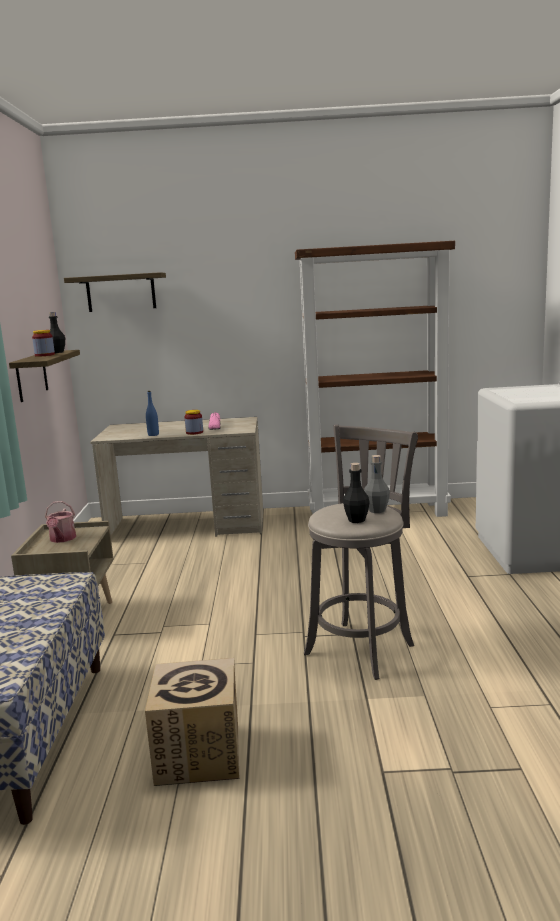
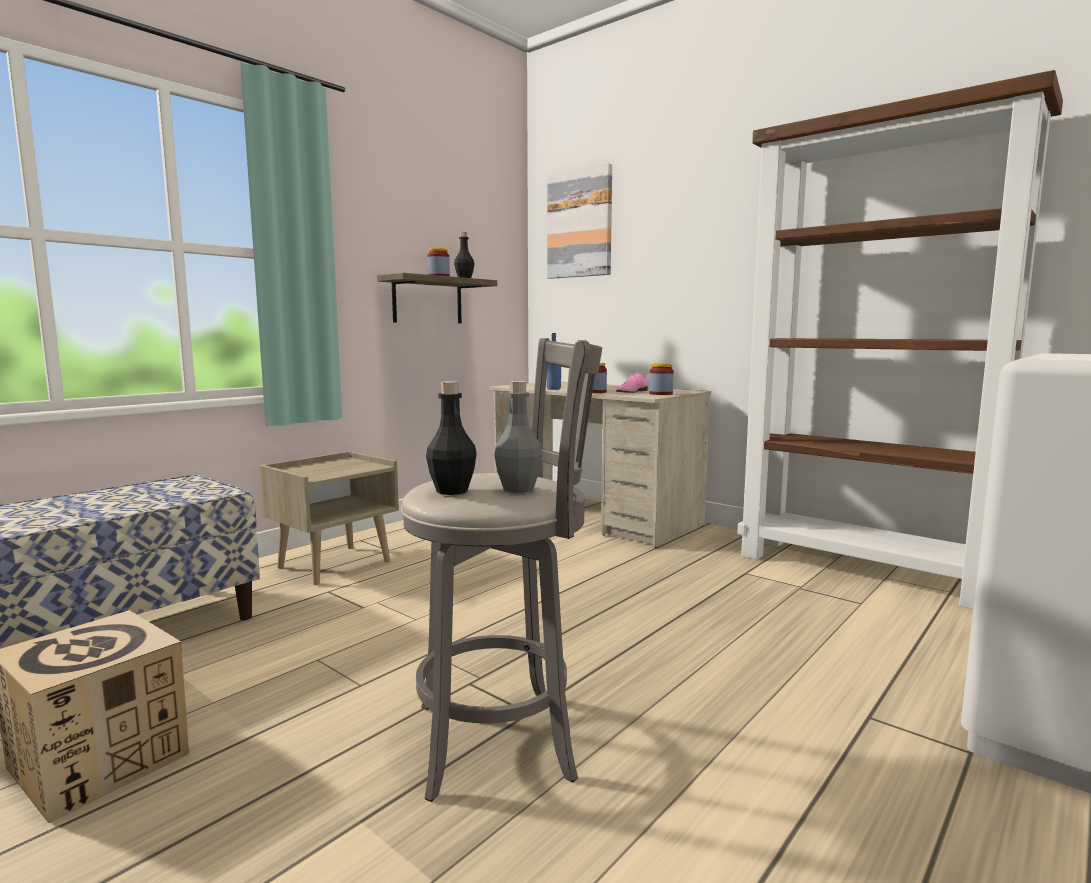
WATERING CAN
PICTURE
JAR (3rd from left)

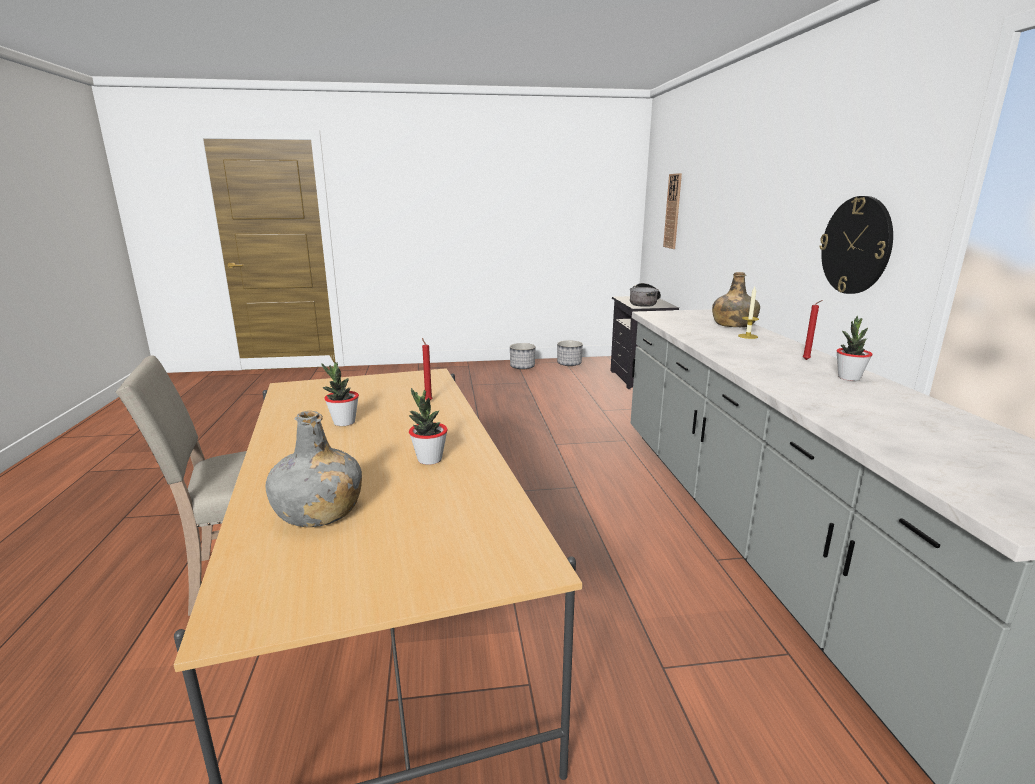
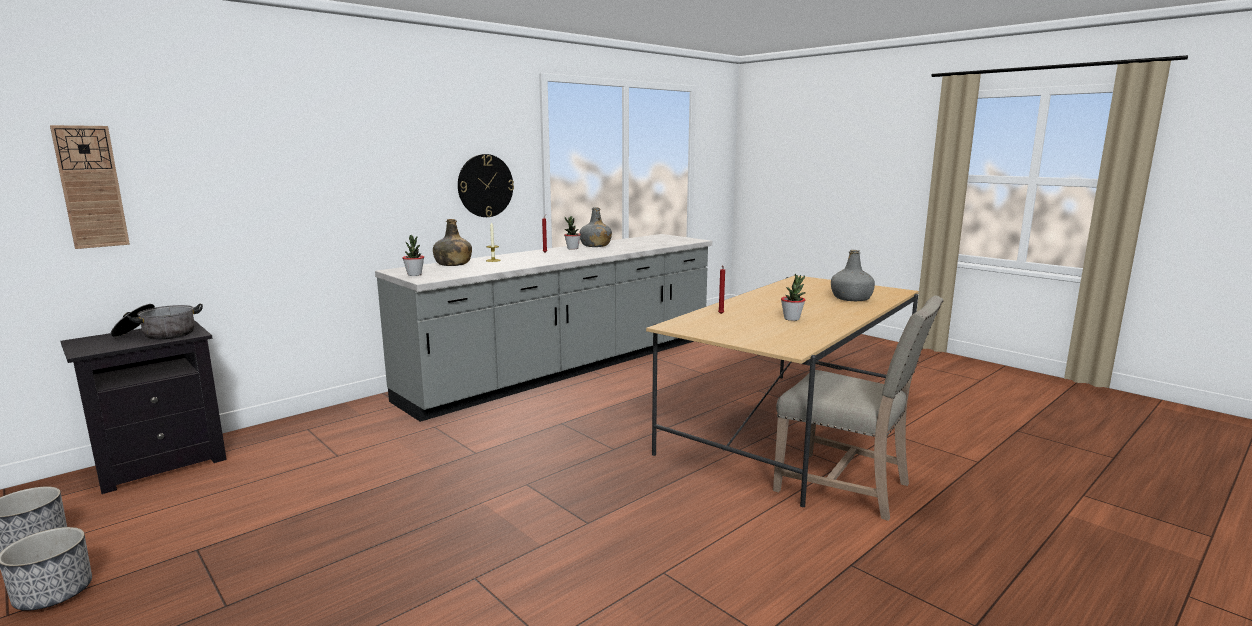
POTTED PLANT (1st from left)
GREY BOTTLE (1st from left)

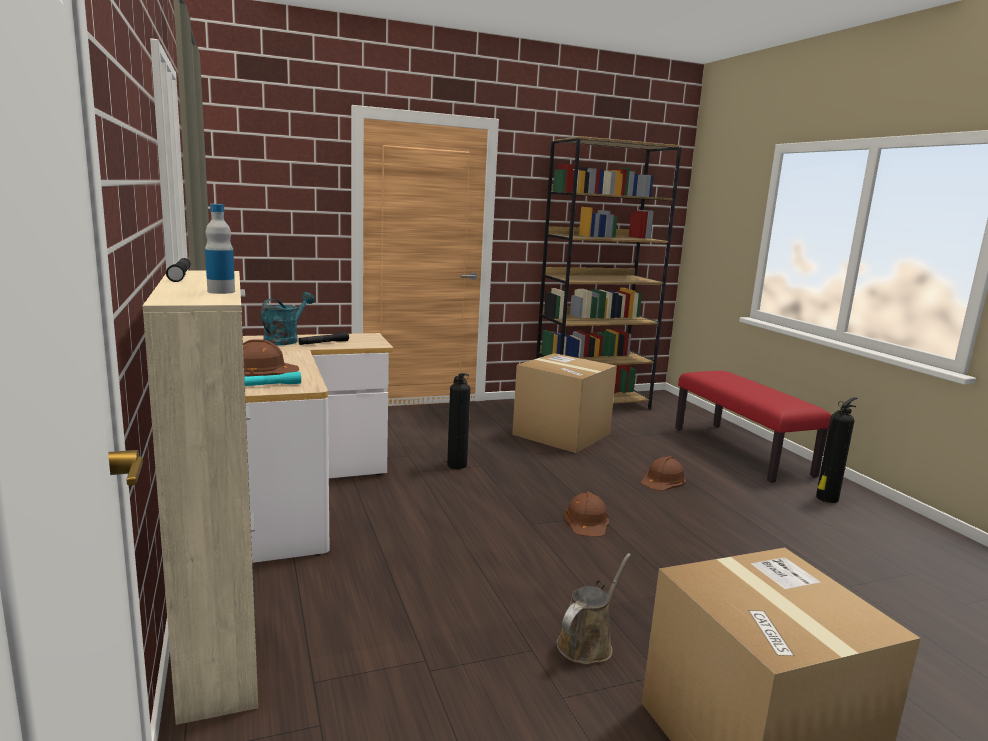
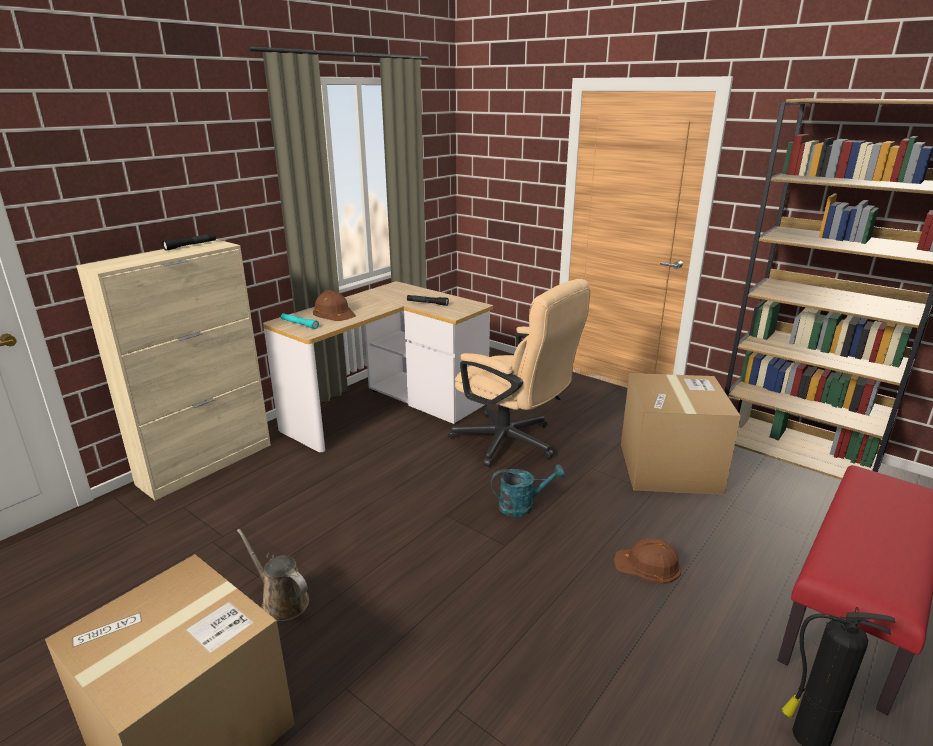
BOTTLE
TURQUOISE WATERING CAN
BEIGE OFFICE CHAIR
BROWN WATERING CAN
BROWN HARD HAT (2nd from left in the first image)

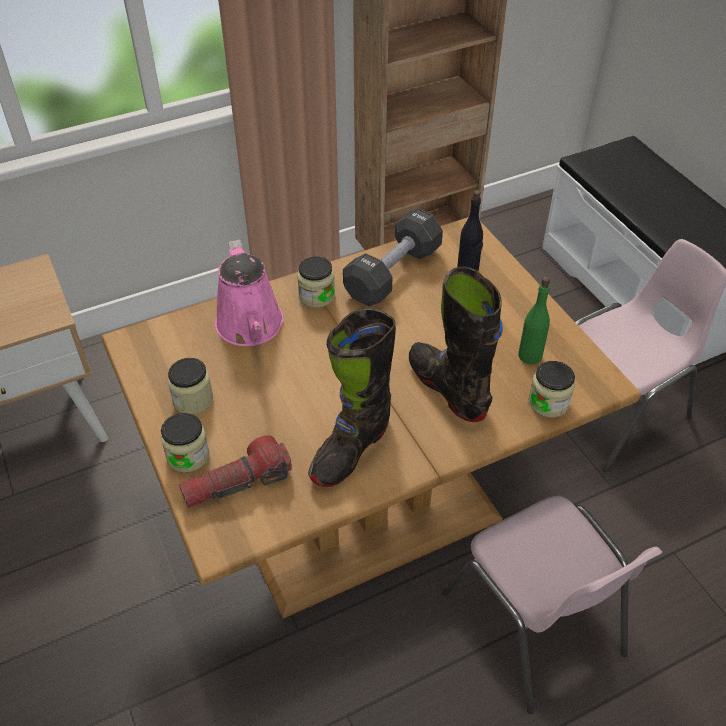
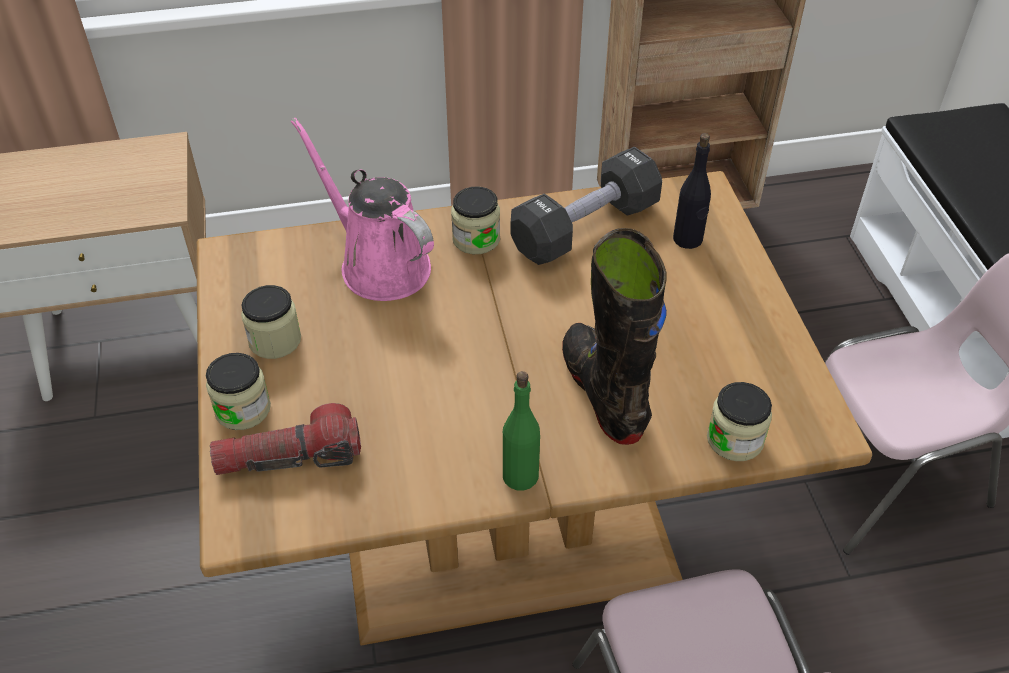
PINK WATERING CAN
BLACK BOOT (1st from left in the first image)
GREEN BOTTLE

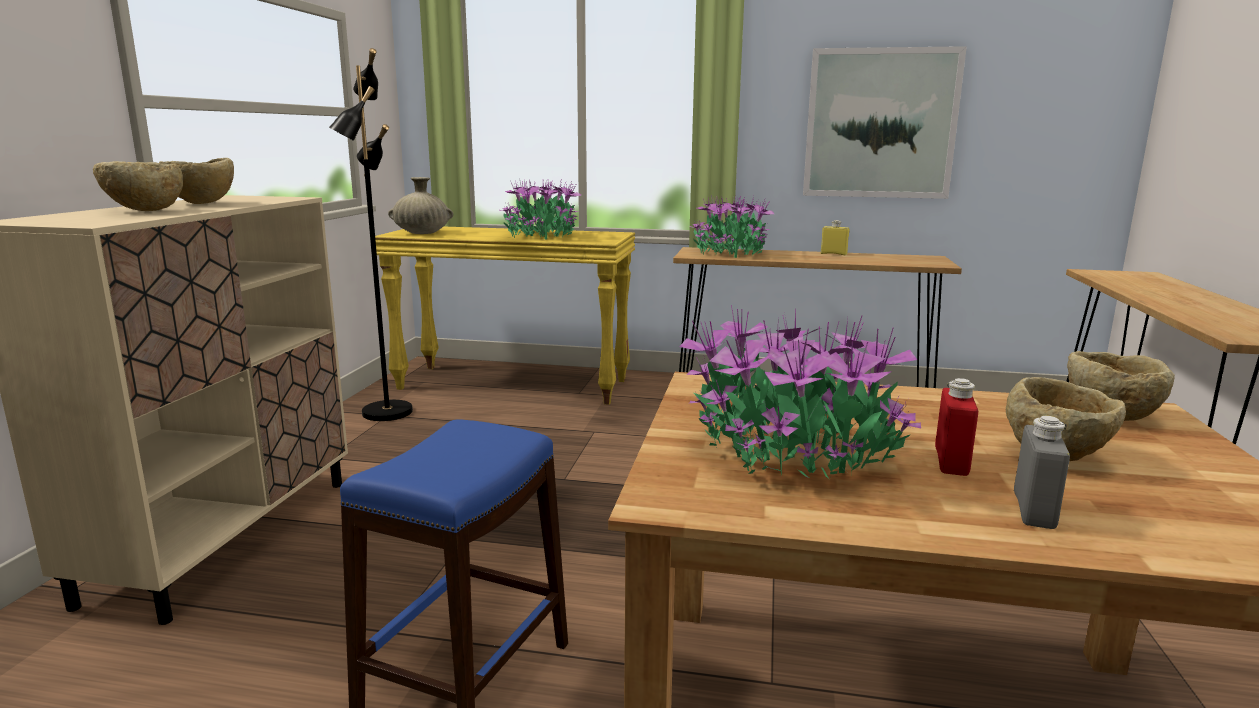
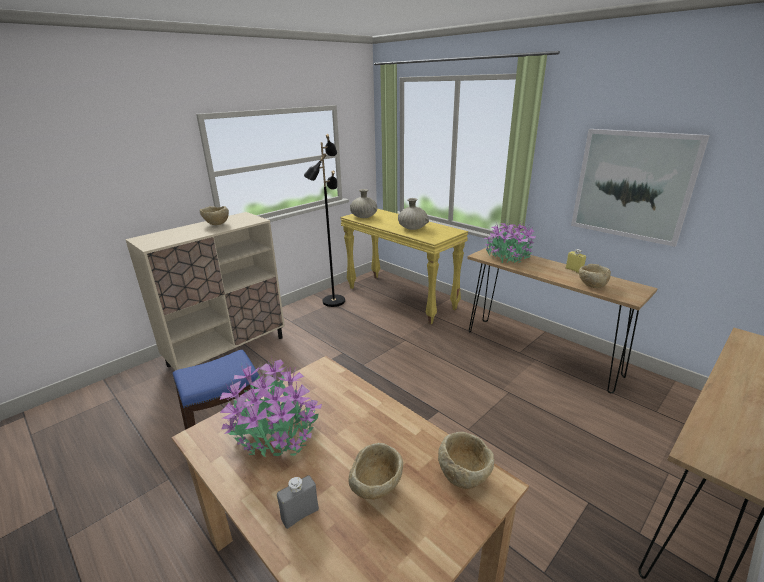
BEIGE BOWL (4th from left)
BEIGE VASE (2nd from left)
RED BOTTLE

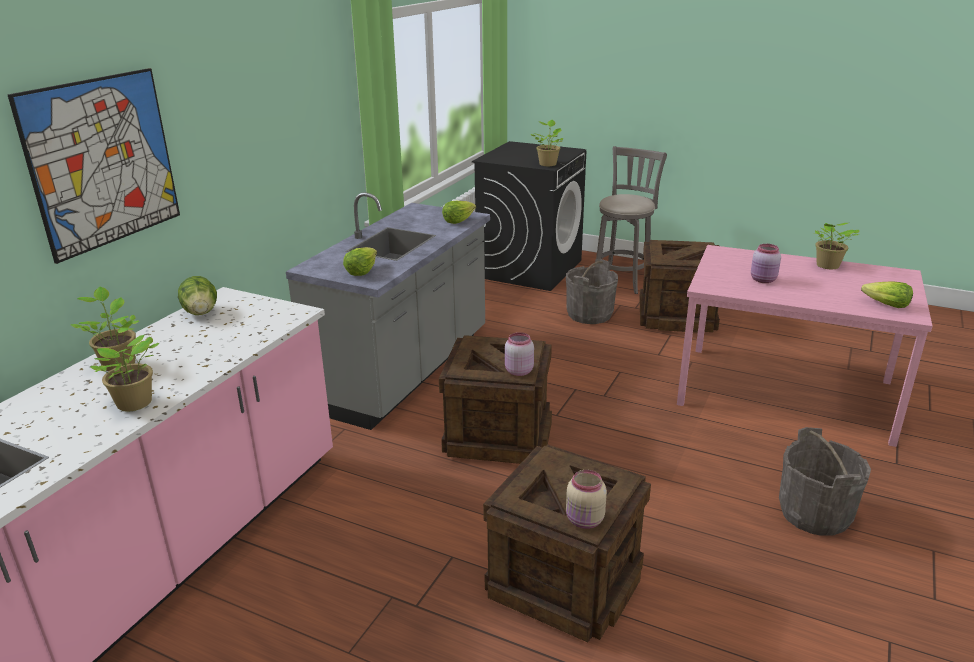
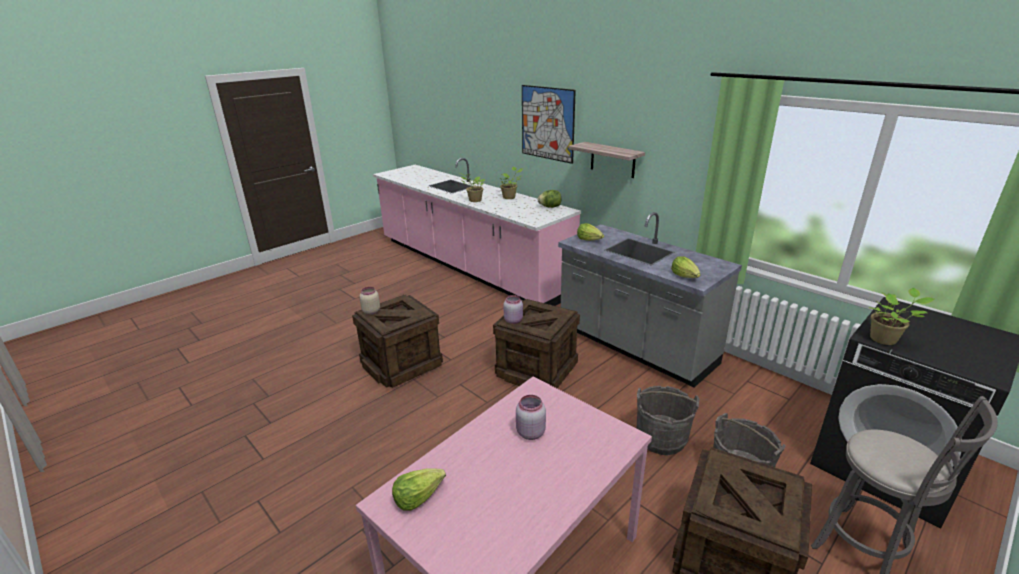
GREY BUCKET (1st from left)
POTTED PLANT (4th from left in the first image)
SHELF

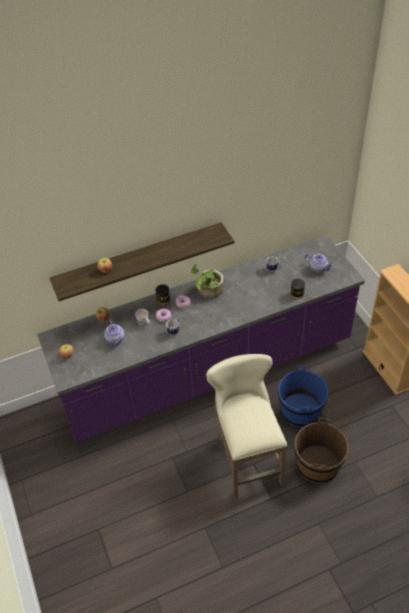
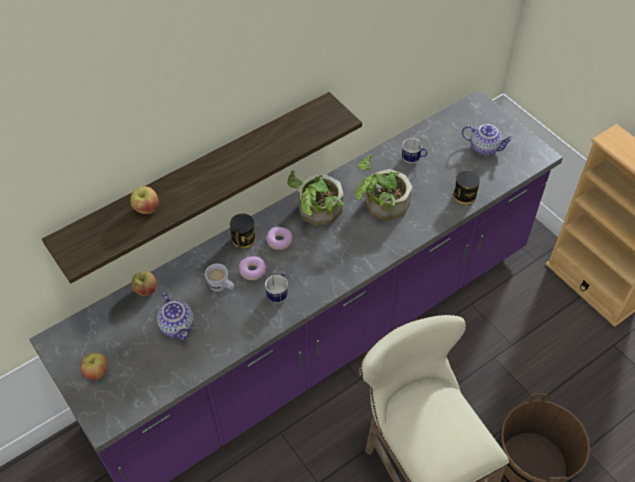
BLUE BUCKET
POTTED PLANT (2nd from left)

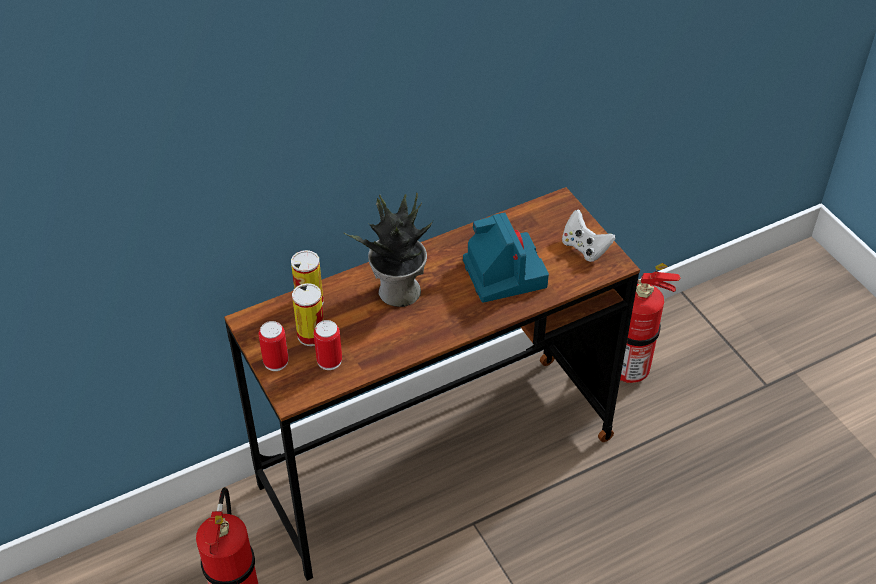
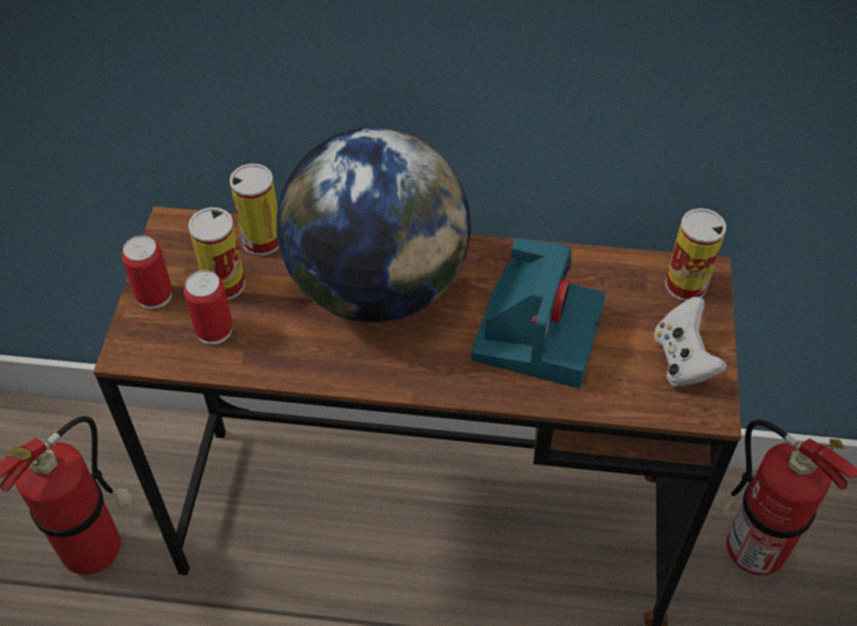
GLOBE
CAN (5th from left)

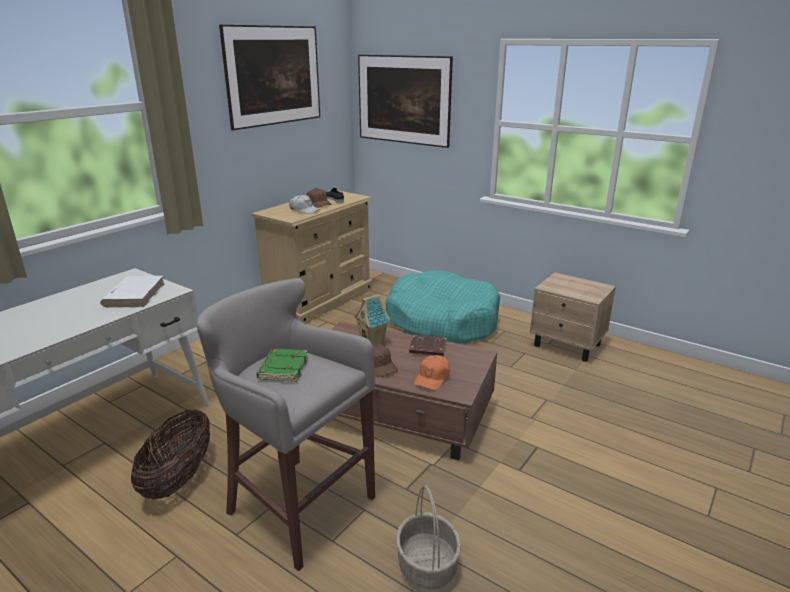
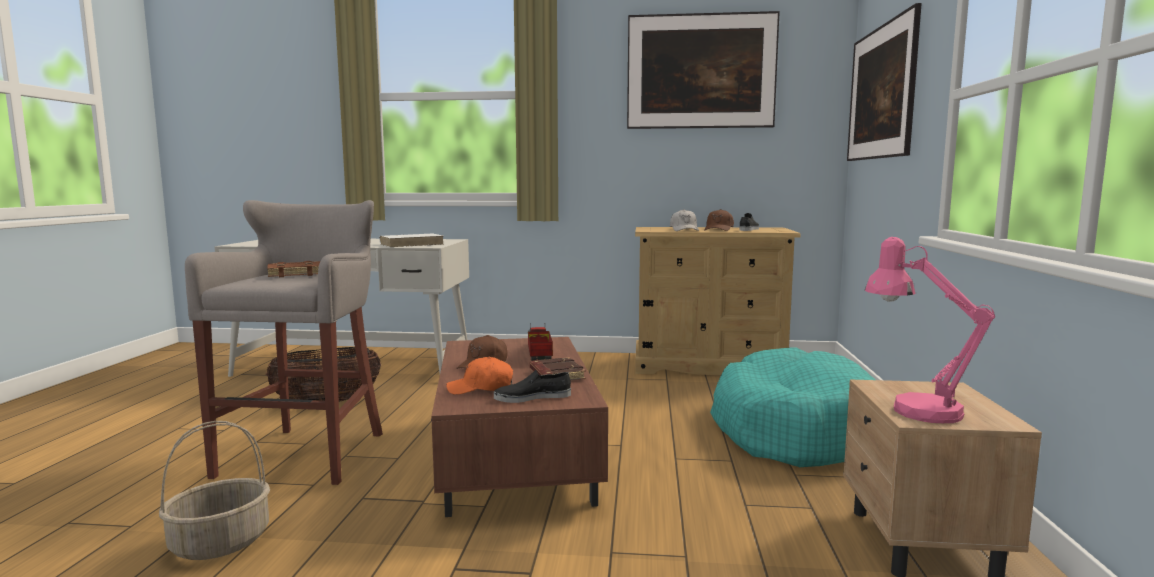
BROWN BOOK (1st from left)
TOY TRUCK
BLACK SHOE (1st from left)
PINK TABLE LAMP

